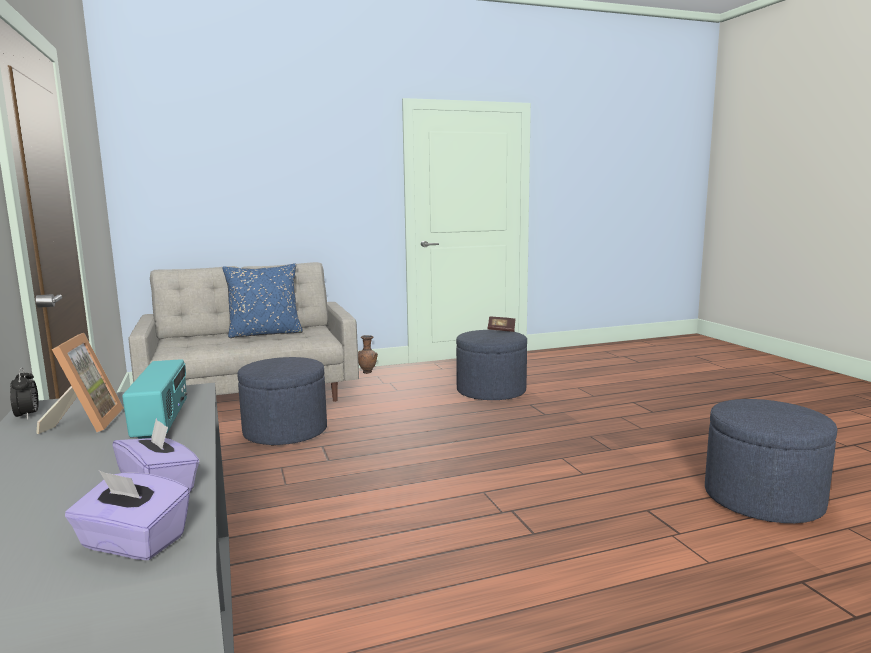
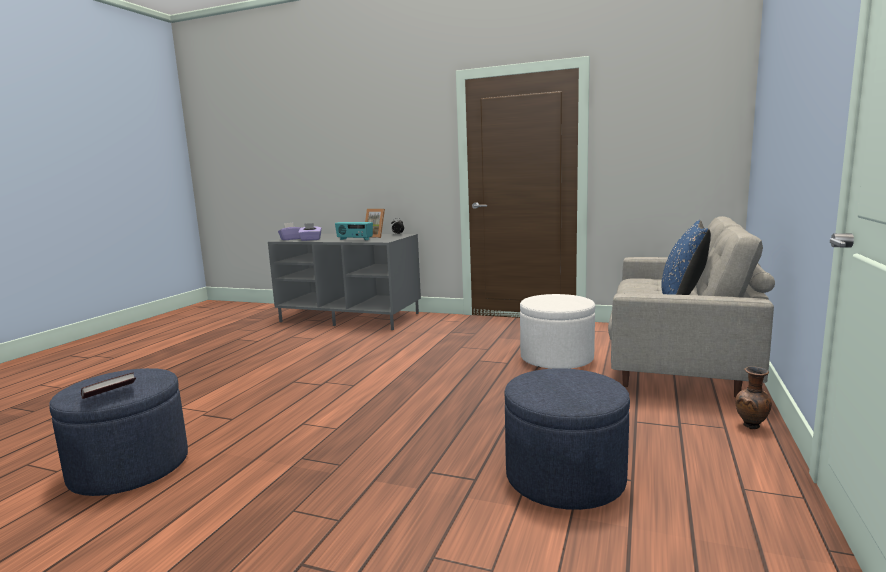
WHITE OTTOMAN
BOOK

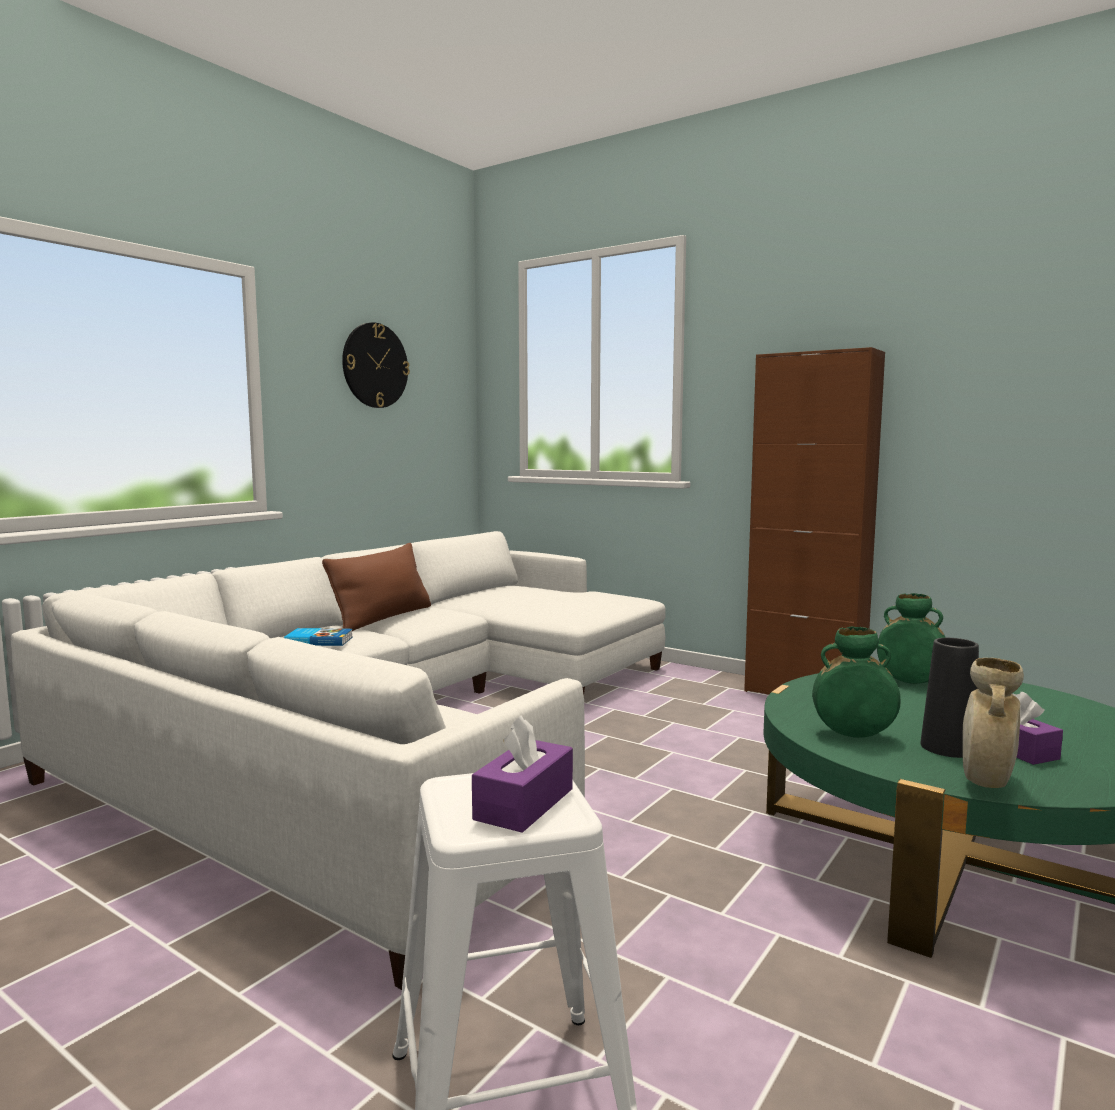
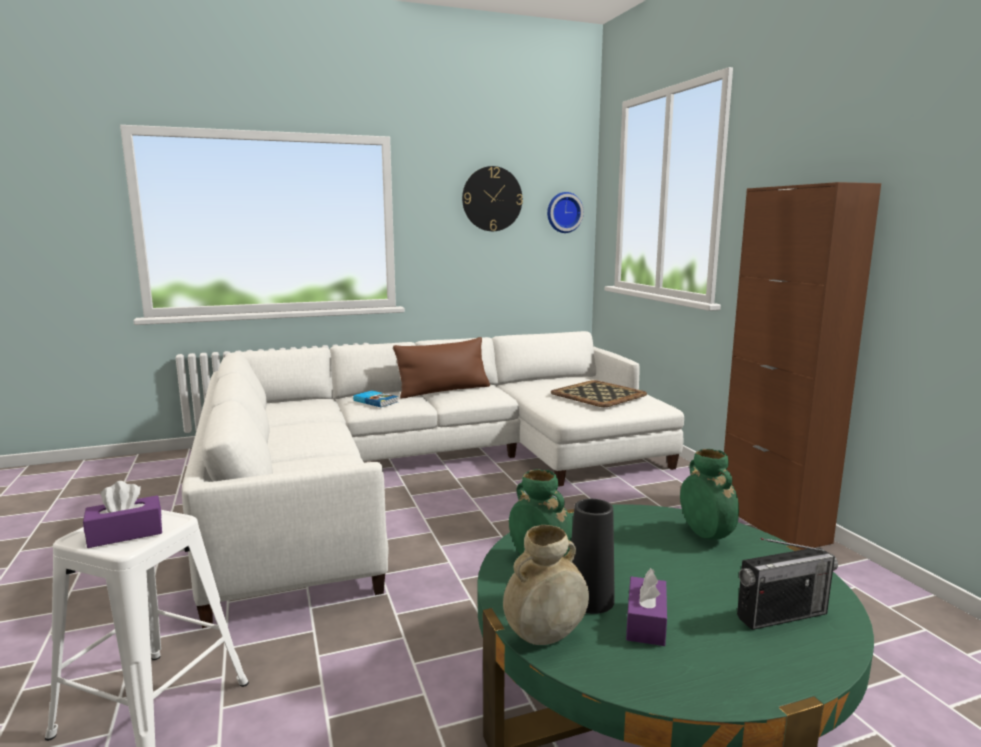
WALL CLOCK (2nd from left)
TRAY
RADIO

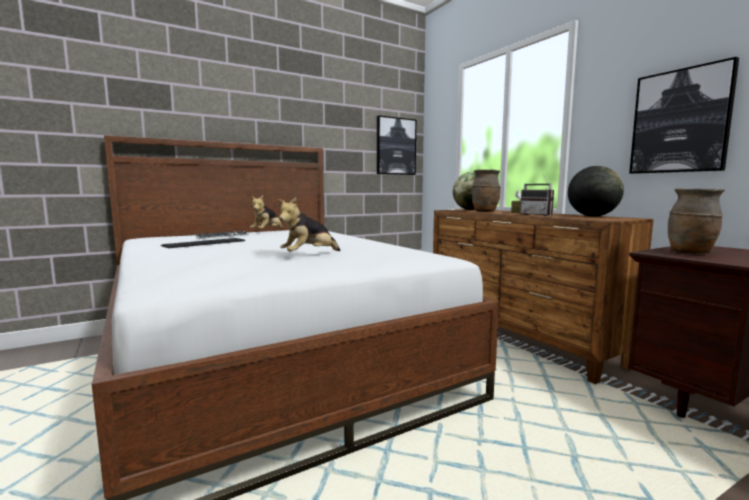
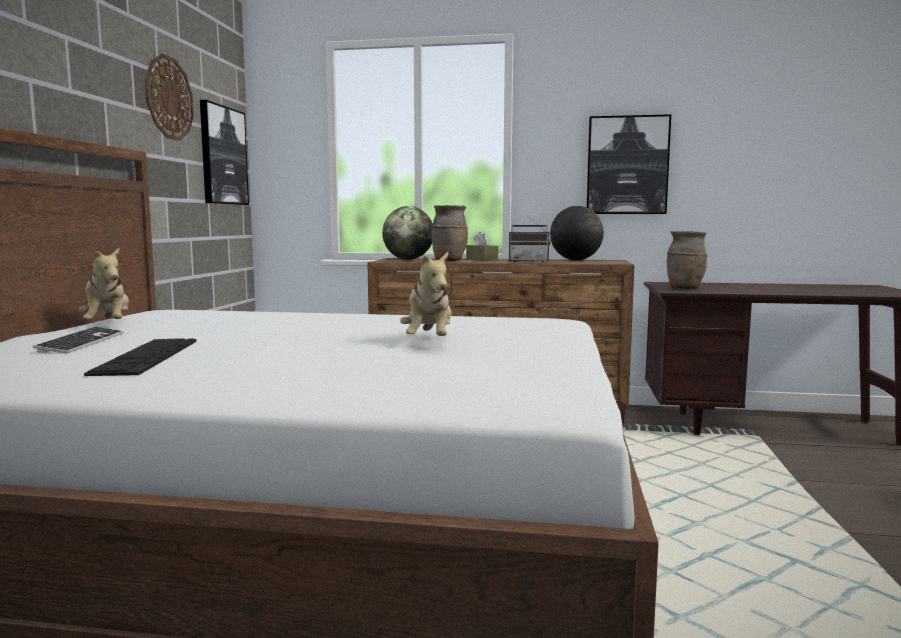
WALL CLOCK

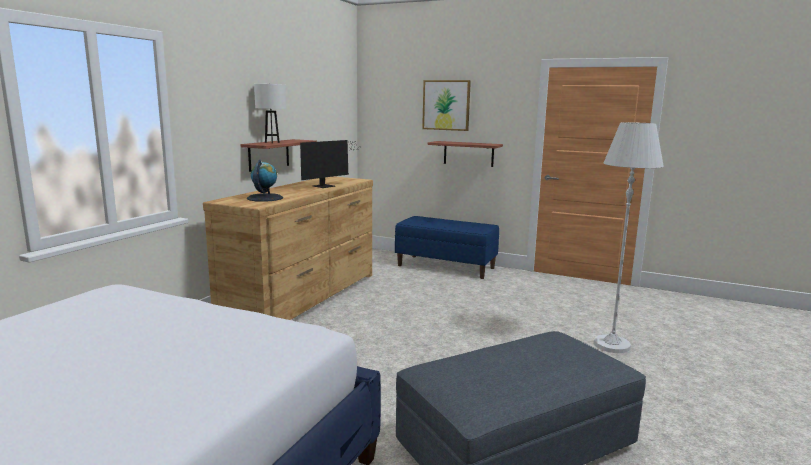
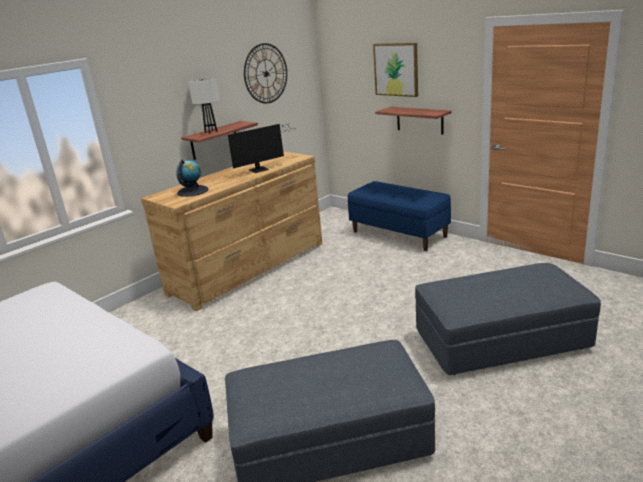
GREY OTTOMAN (2nd from left)
WALL CLOCK

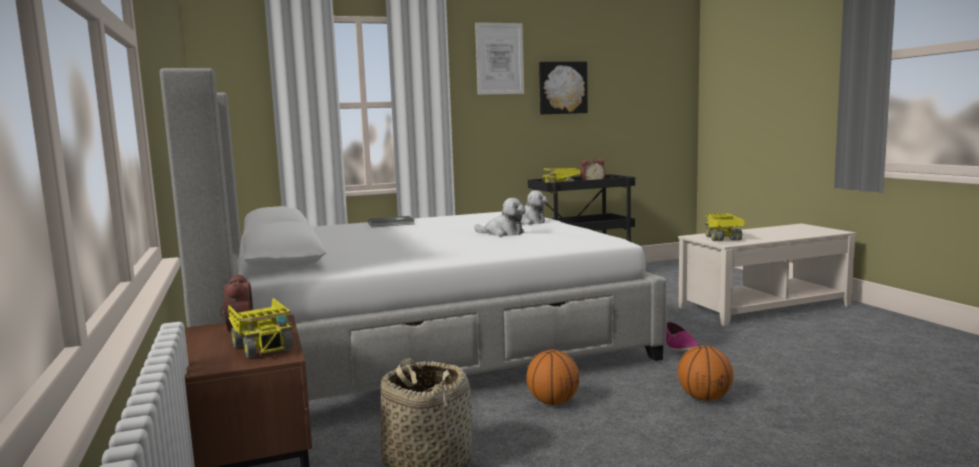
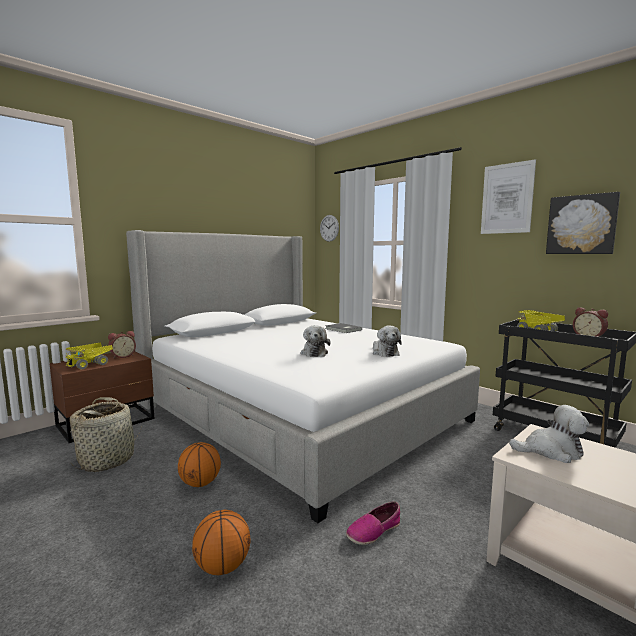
PLUSH TOY (3rd from left)
WALL CLOCK

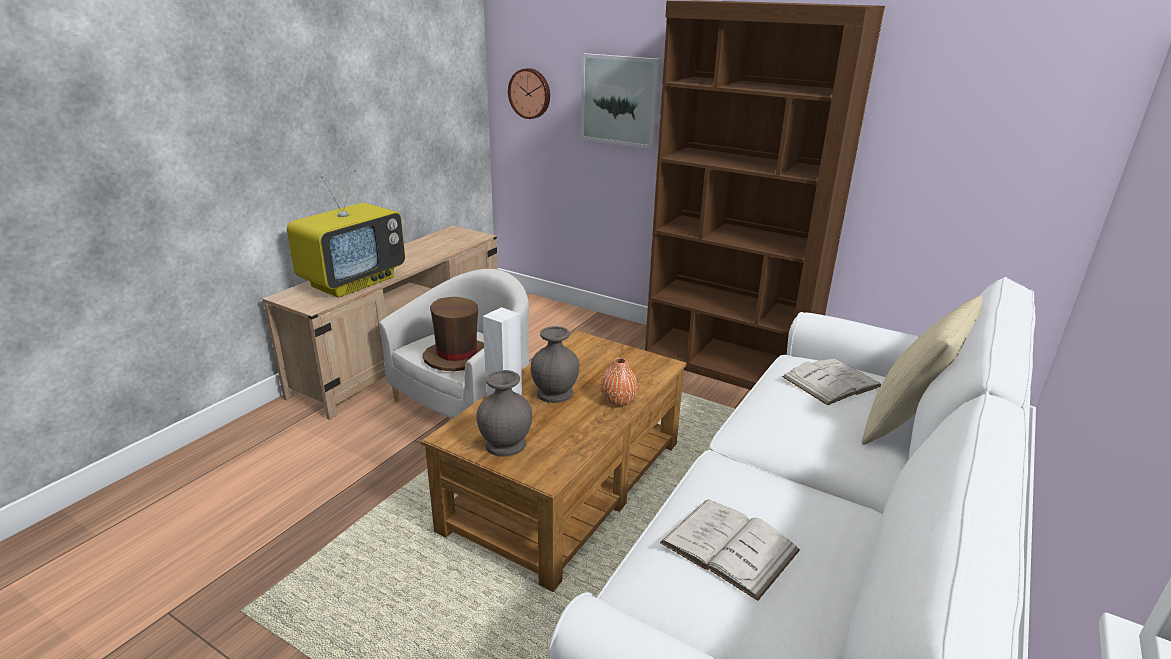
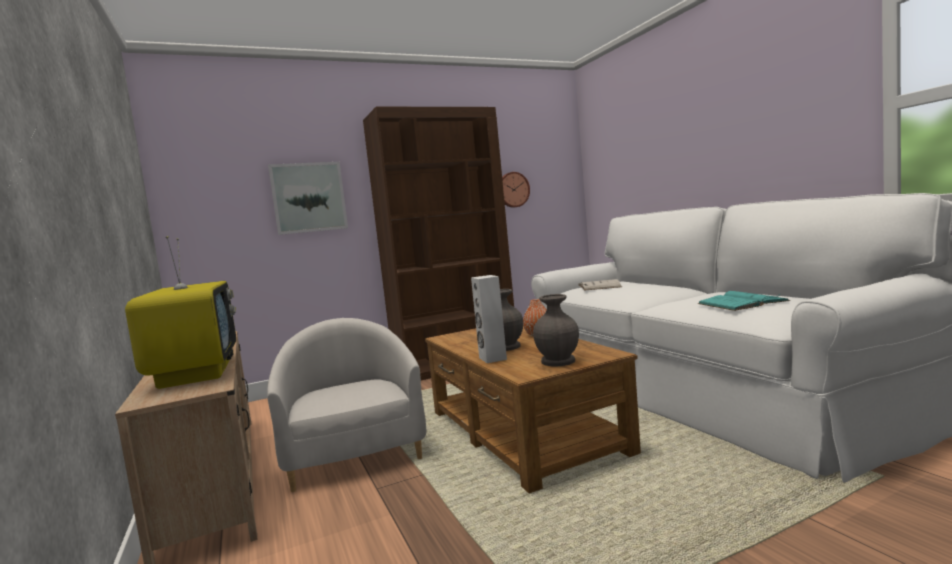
BROWN HAT
WALL CLOCK
TURQUOISE BOOK
BEIGE PILLOW

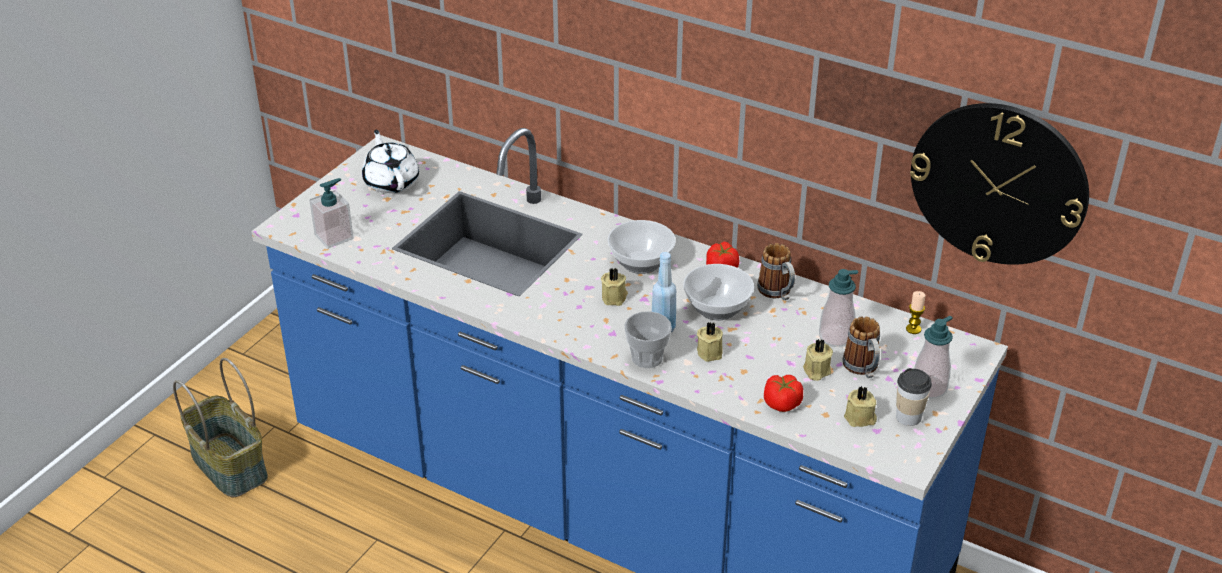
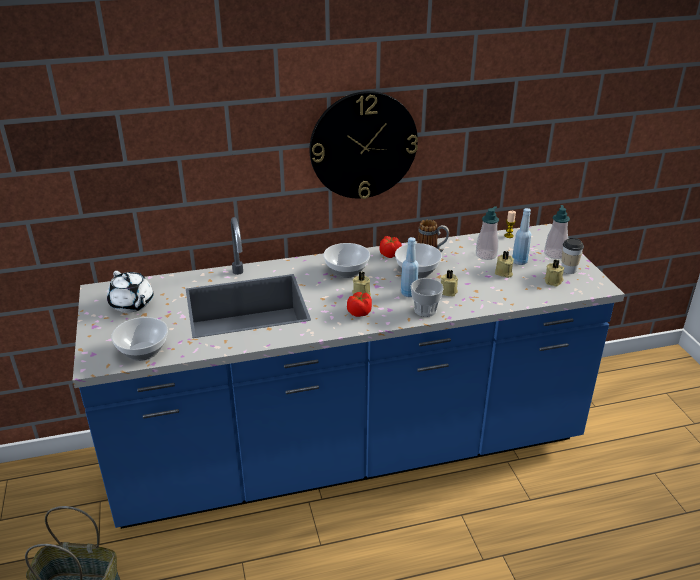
BOWL (1st from left)
WHITE TEAPOT
TOMATO (1st from left)
BLUE BOTTLE (2nd from left)
WALL CLOCK

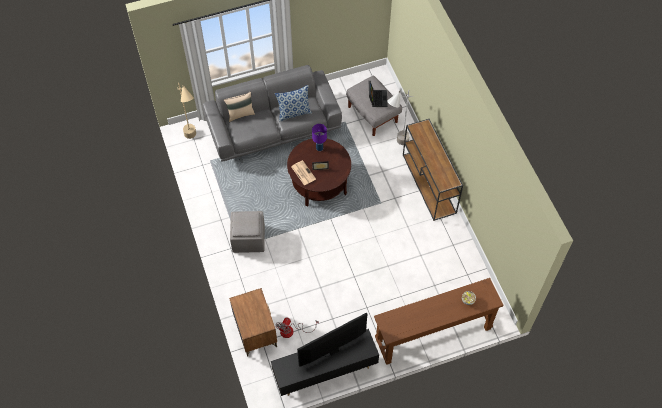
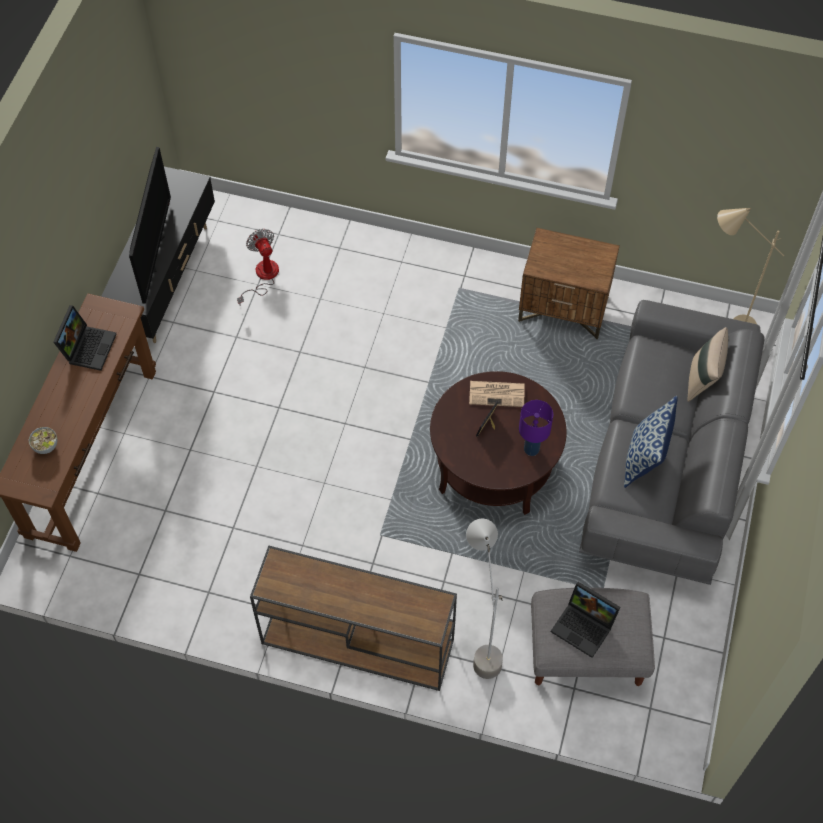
BROWN NIGHTSTAND
GREY OTTOMAN (1st from left in the first image)
LAPTOP (1st from left)

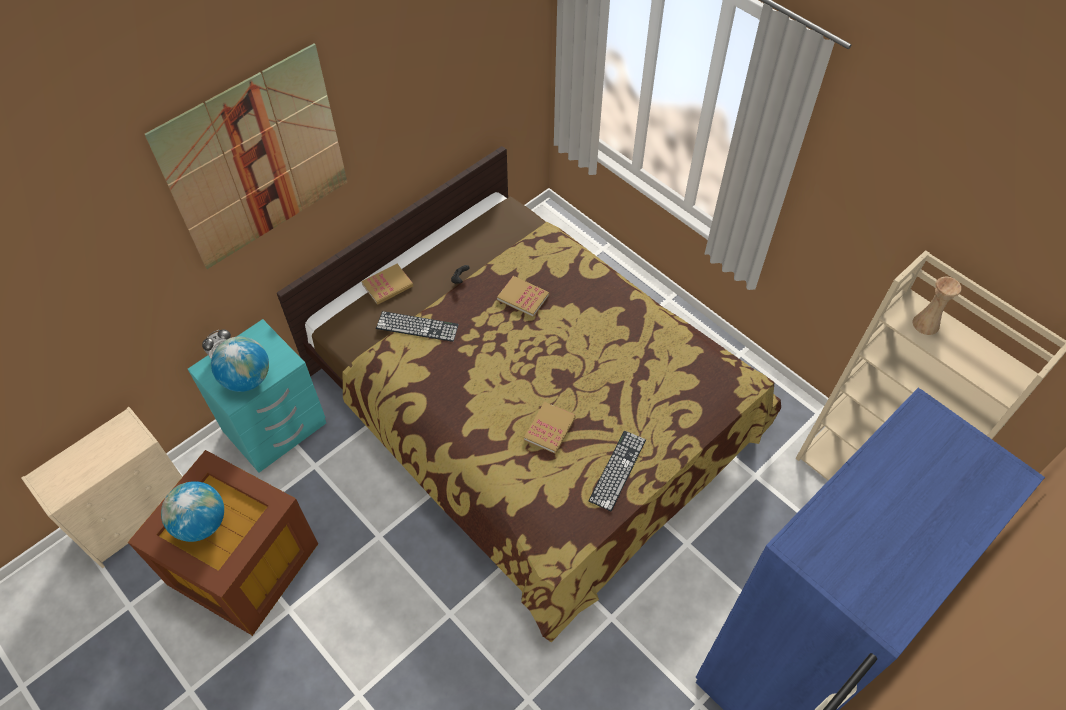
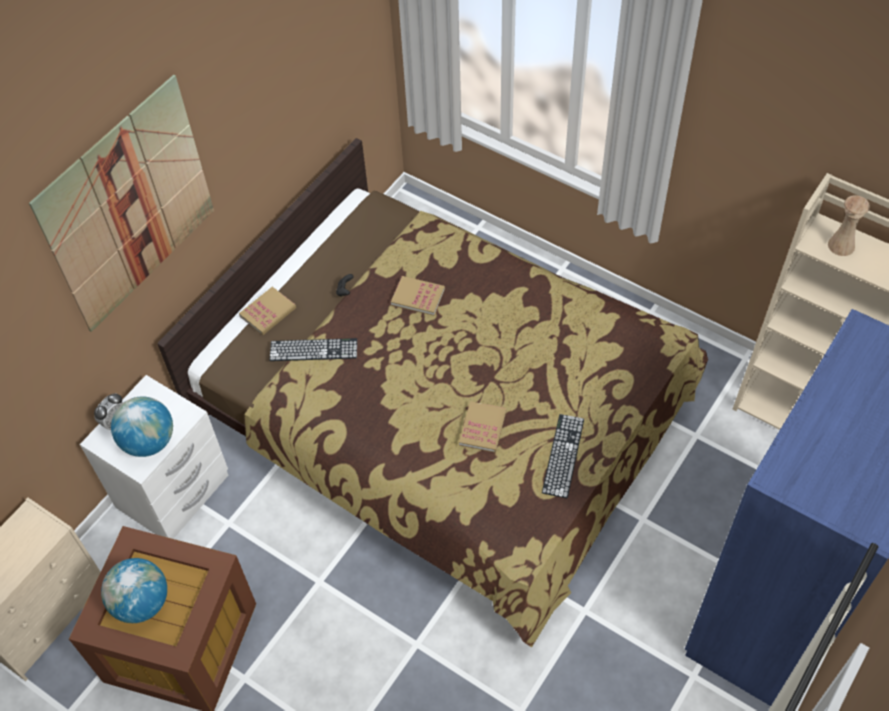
WHITE NIGHTSTAND

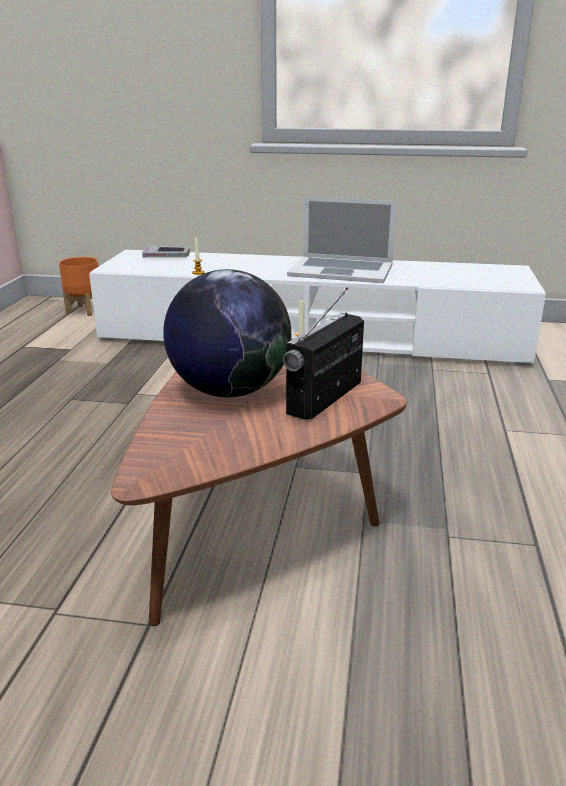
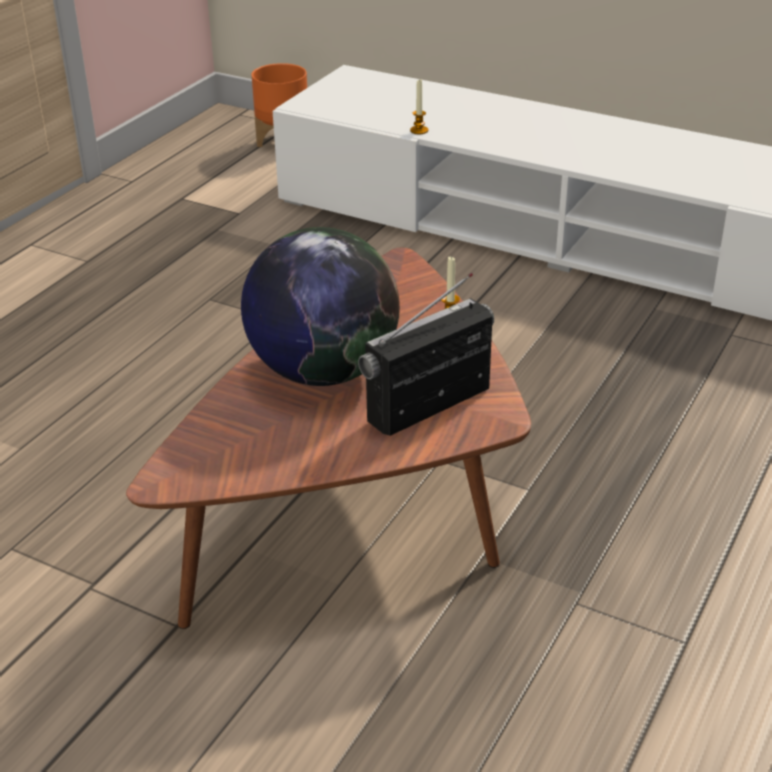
BOOK
LAPTOP

